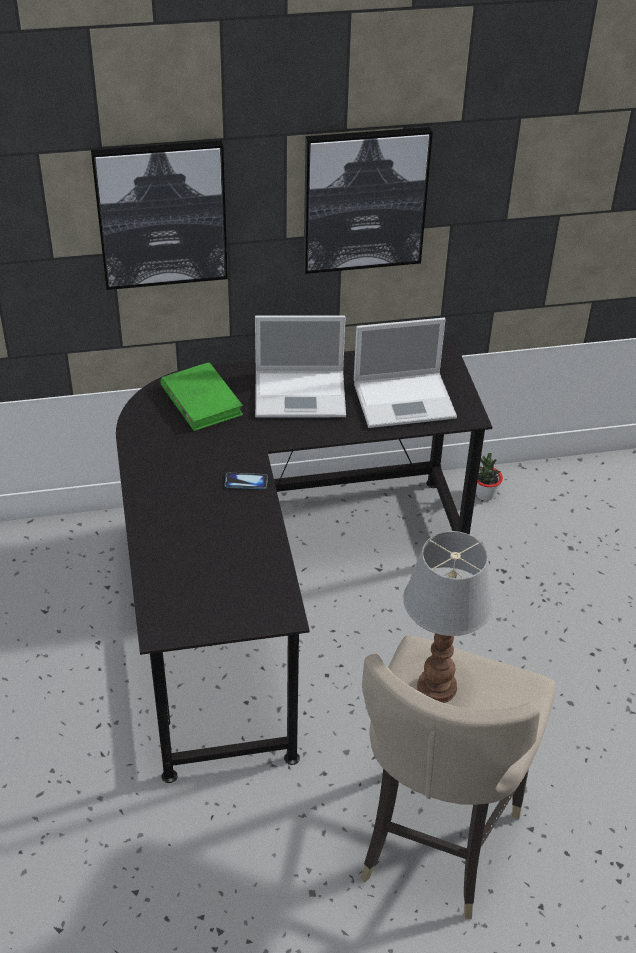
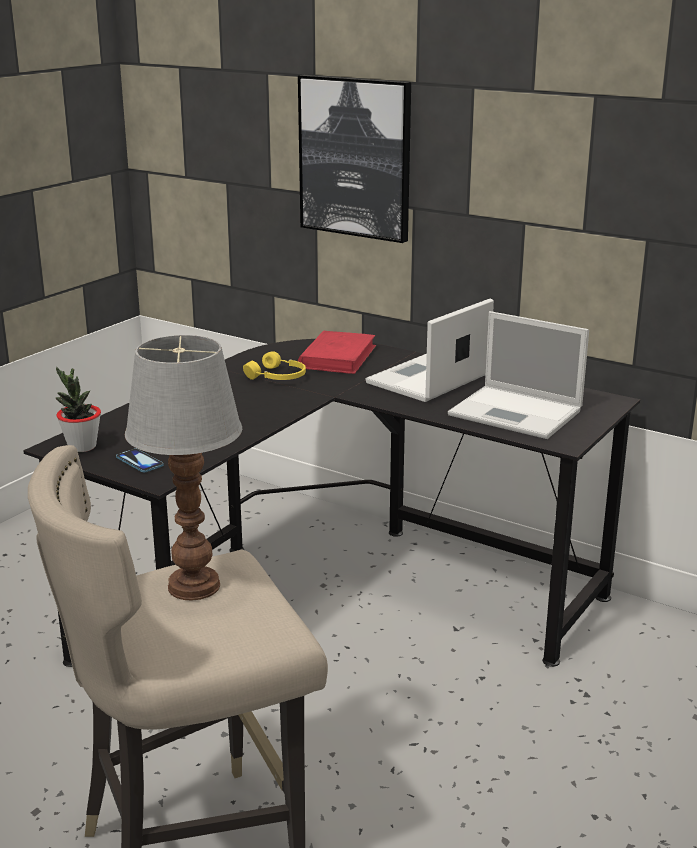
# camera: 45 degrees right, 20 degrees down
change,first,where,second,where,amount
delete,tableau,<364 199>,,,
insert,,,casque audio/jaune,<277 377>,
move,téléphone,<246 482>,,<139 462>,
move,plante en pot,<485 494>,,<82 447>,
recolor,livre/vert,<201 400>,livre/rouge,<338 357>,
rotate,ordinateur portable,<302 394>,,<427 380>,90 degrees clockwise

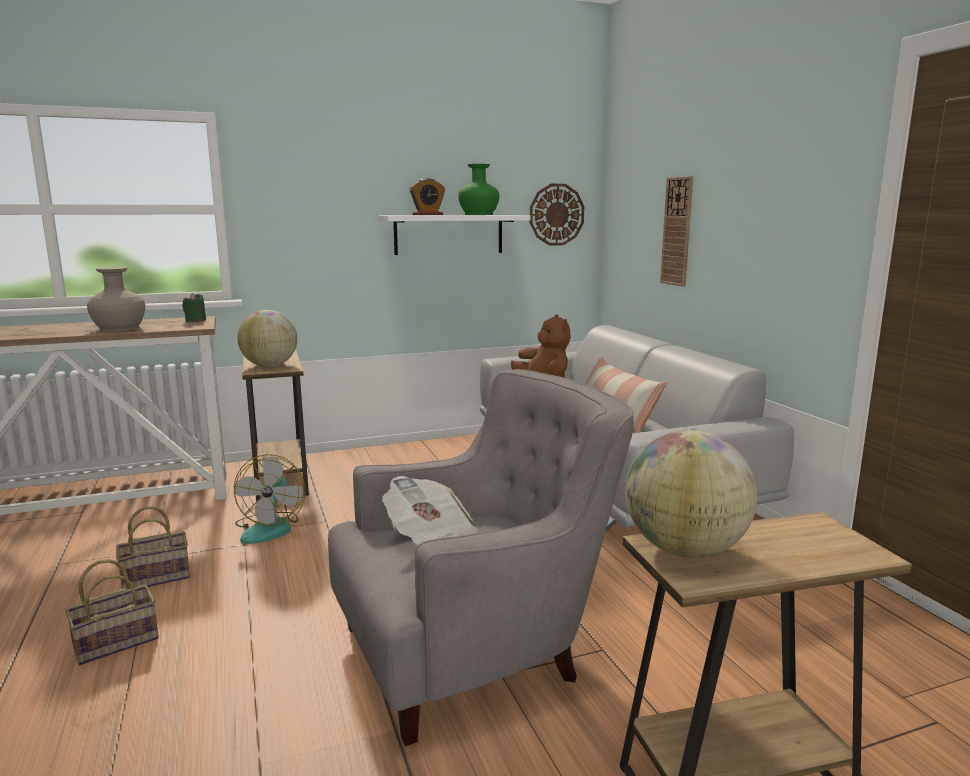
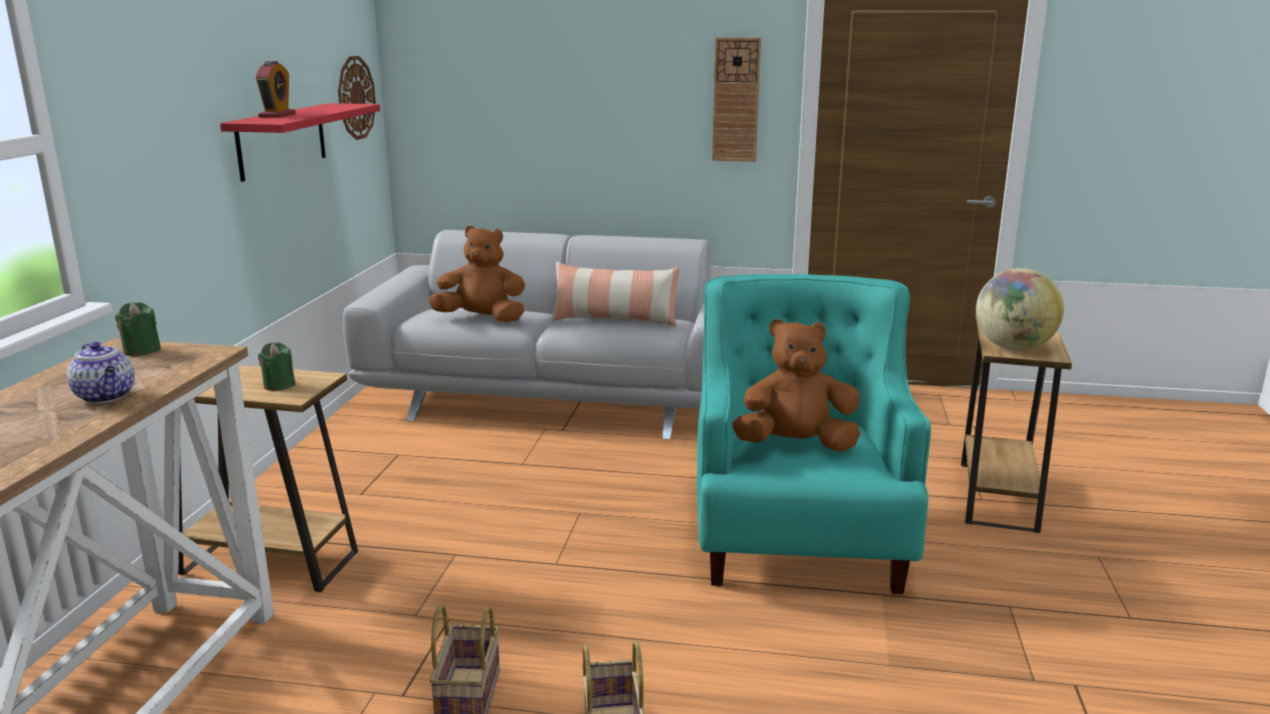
# camera: 60 degrees left, 5 degrees up
change,first,where,second,where,amount
delete,ventilateur,<271 528>,,,
delete,vase/vert,<478 214>,,,
move,horloge murale,<677 231>,,<736 100>,
replace,vase/beige,<119 329>,théière,<106 396>,
replace,globe,<270 366>,bougie/vert,<279 385>,
replace,journal,<431 539>,peluche/marron,<795 445>,
recolor,fauteuil/gris,<477 649>,fauteuil/turquoise,<798 534>,
recolor,étagère/blanc,<449 234>,étagère/rouge,<282 140>,

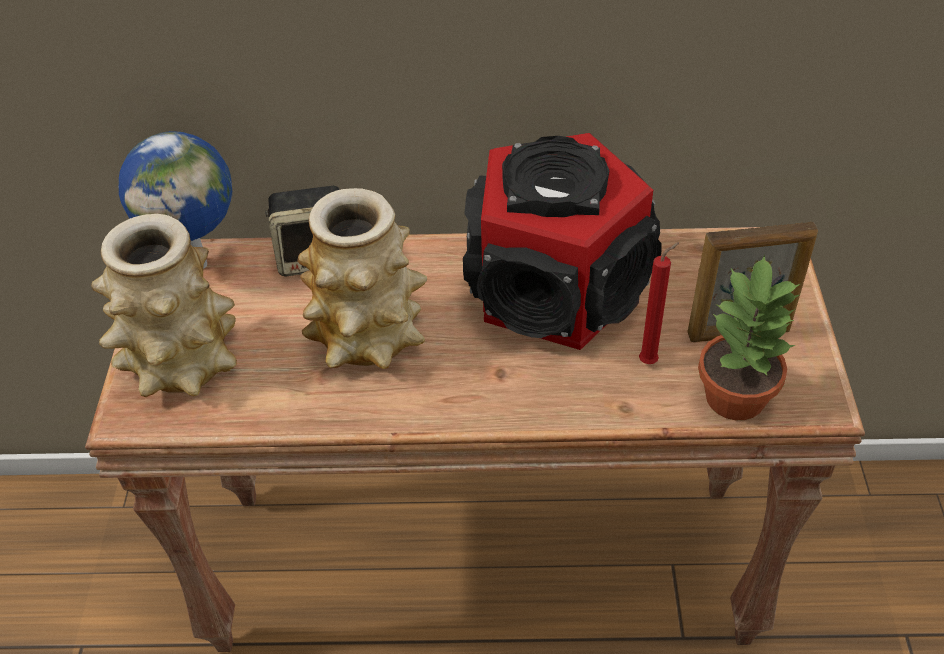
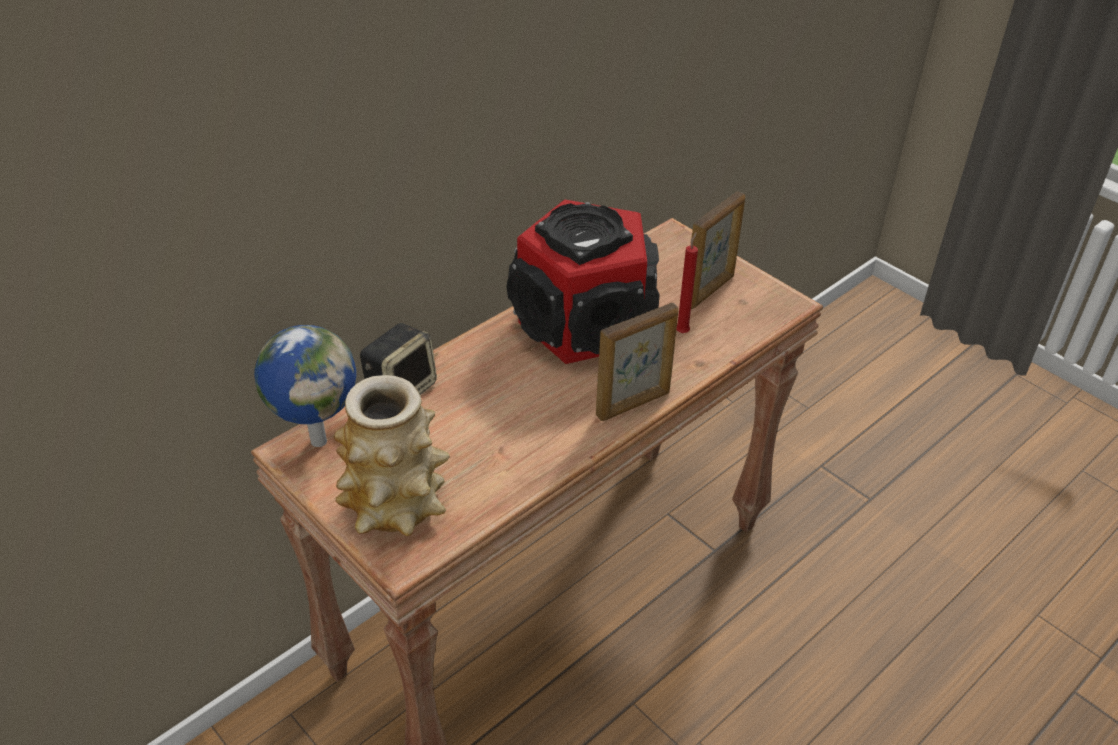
# camera: 45 degrees left, 5 degrees down
change,first,where,second,where,amount
delete,vase,<368 337>,,,
delete,plante en pot,<736 396>,,,
insert,,,cadre photo,<634 404>,

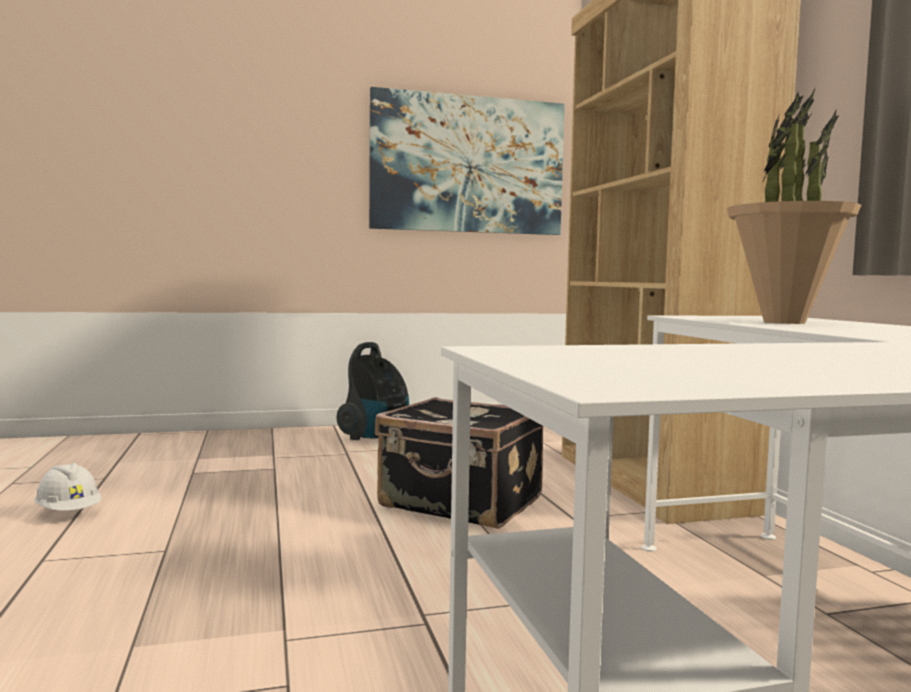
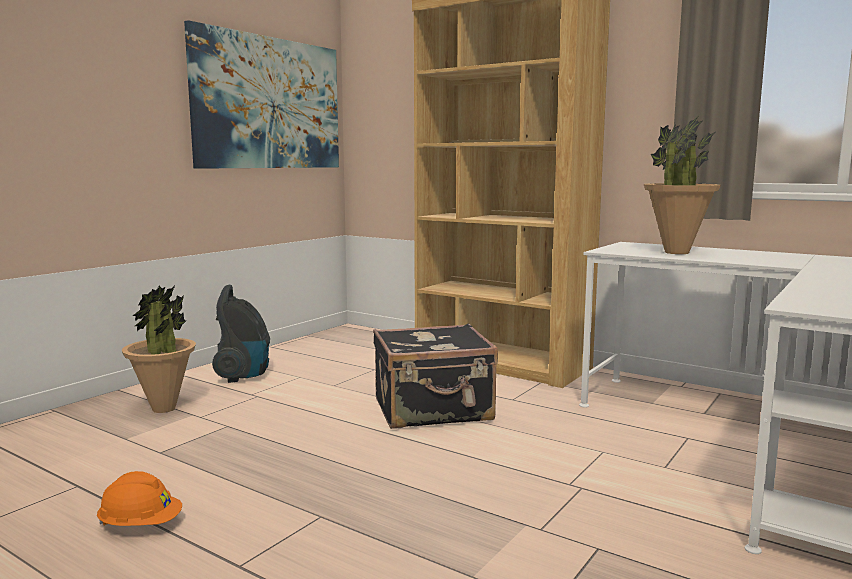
# camera: 40 degrees left, 5 degrees up
change,first,where,second,where,amount
insert,,,plante en pot,<164 408>,
recolor,casque de chantier/blanc,<69 513>,casque de chantier/orange,<141 525>,

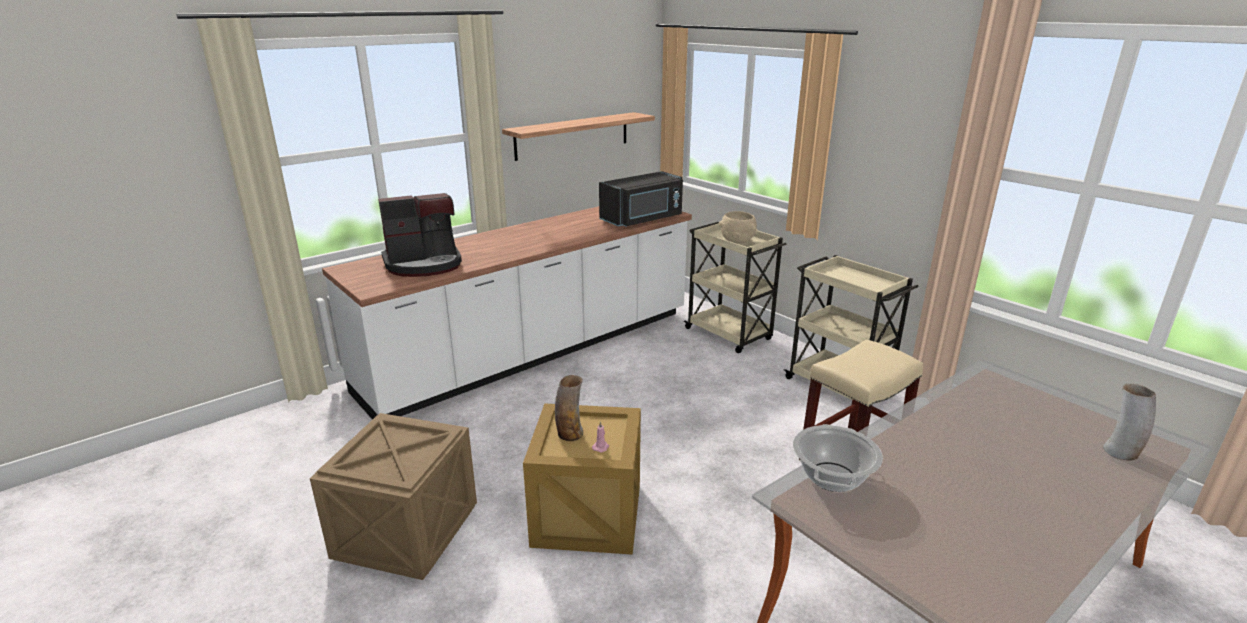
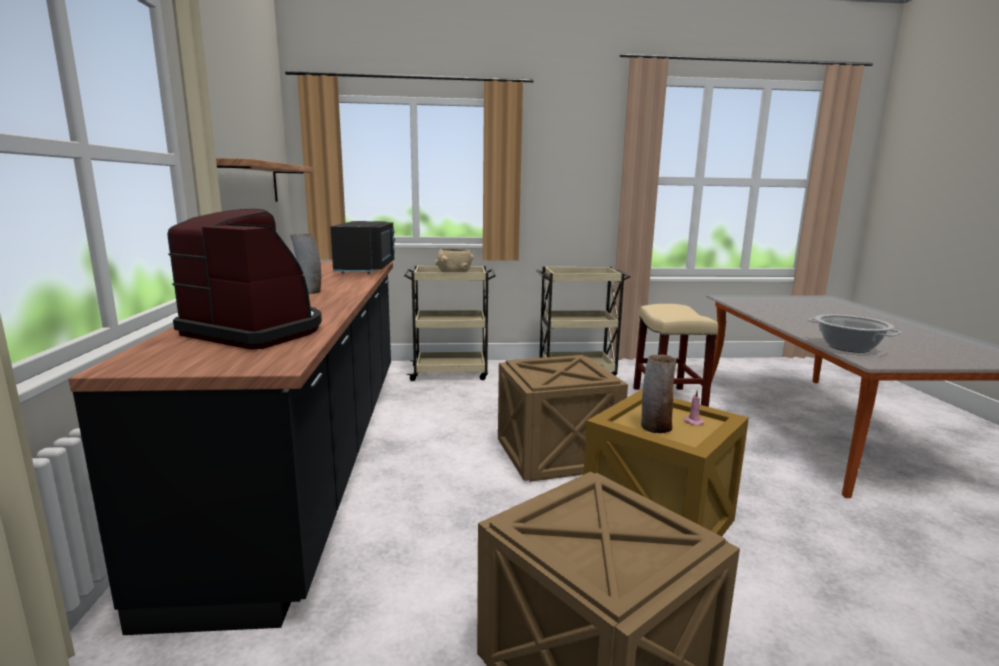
# camera: 55 degrees left, 10 degrees down
change,first,where,second,where,amount
insert,,,caisse,<557 455>,
move,vase,<1121 452>,,<308 292>,
recolor,comptoir de cuisine/blanc,<534 351>,comptoir de cuisine/noir,<315 452>,
rotate,machine à café,<424 264>,,<256 331>,75 degrees counterclockwise

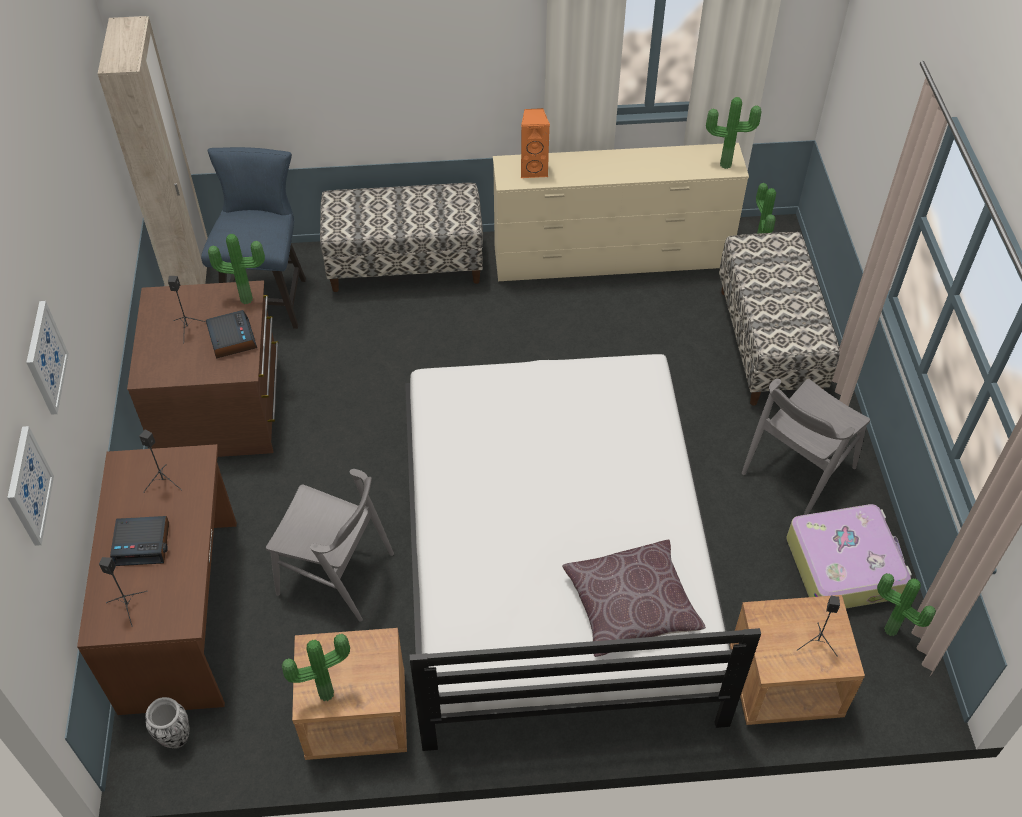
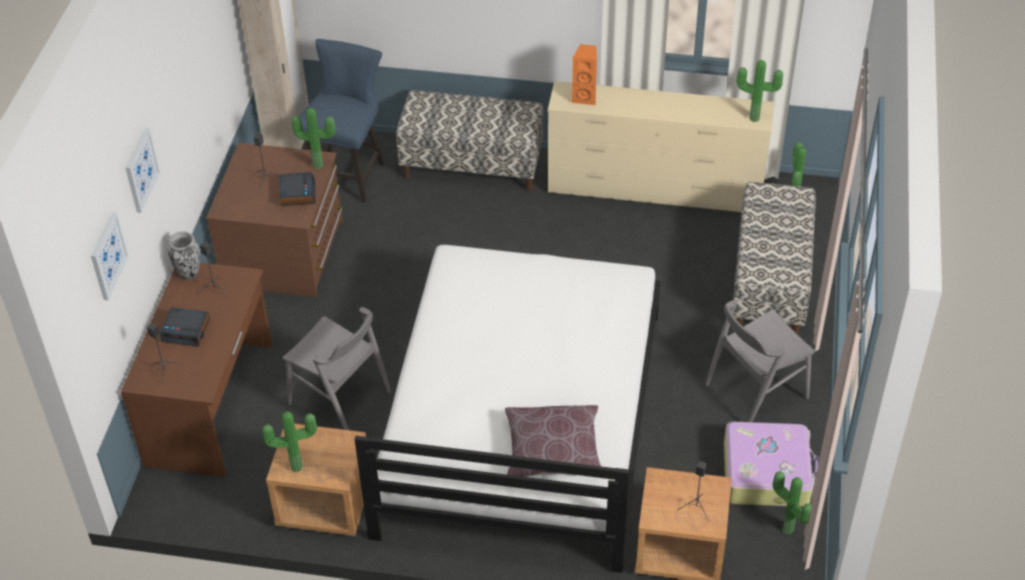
# camera: 15 degrees right, 5 degrees down
change,first,where,second,where,amount
move,vase,<175 738>,,<188 273>,

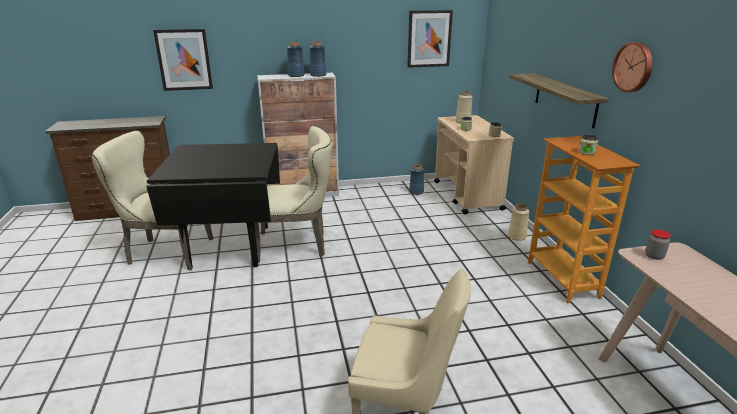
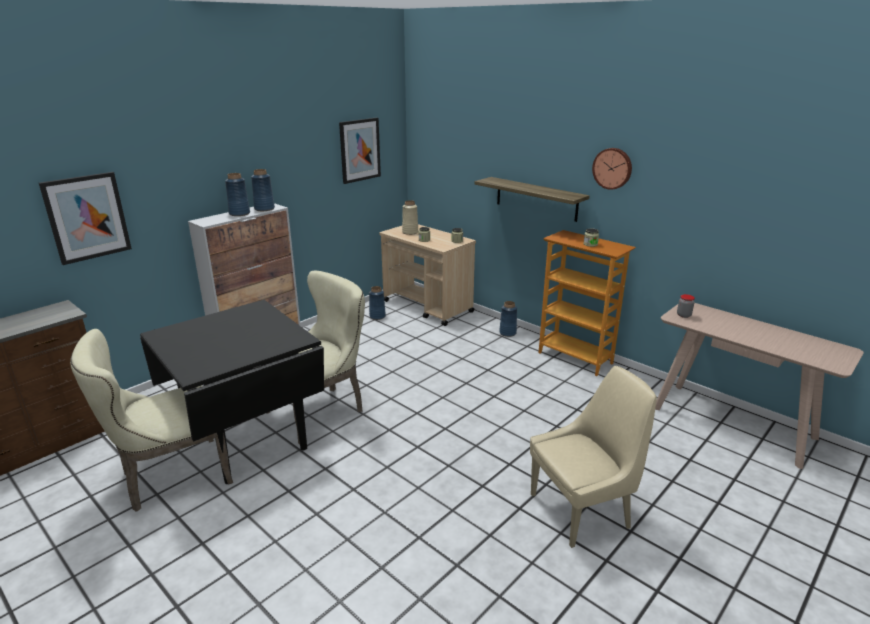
# camera: 35 degrees left, 0 degrees up
change,first,where,second,where,amount
recolor,vase/beige,<517 236>,vase/bleu,<508 333>,

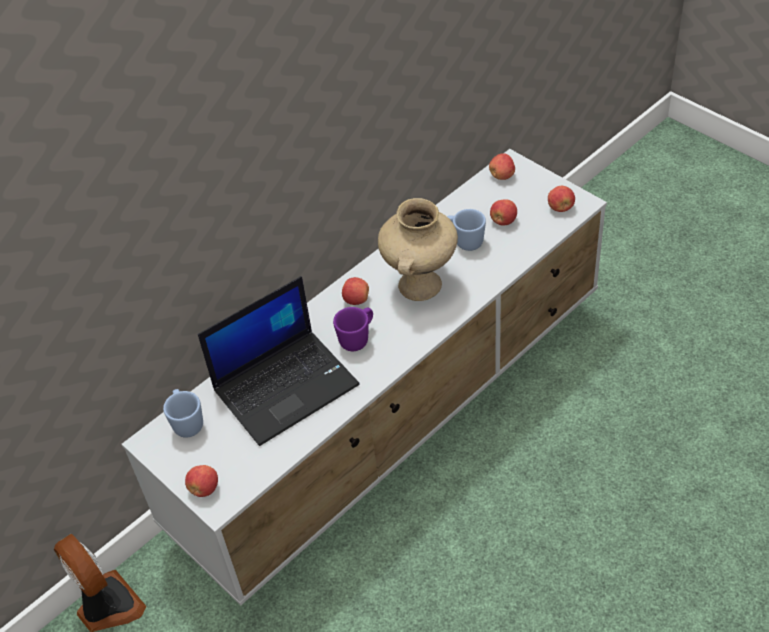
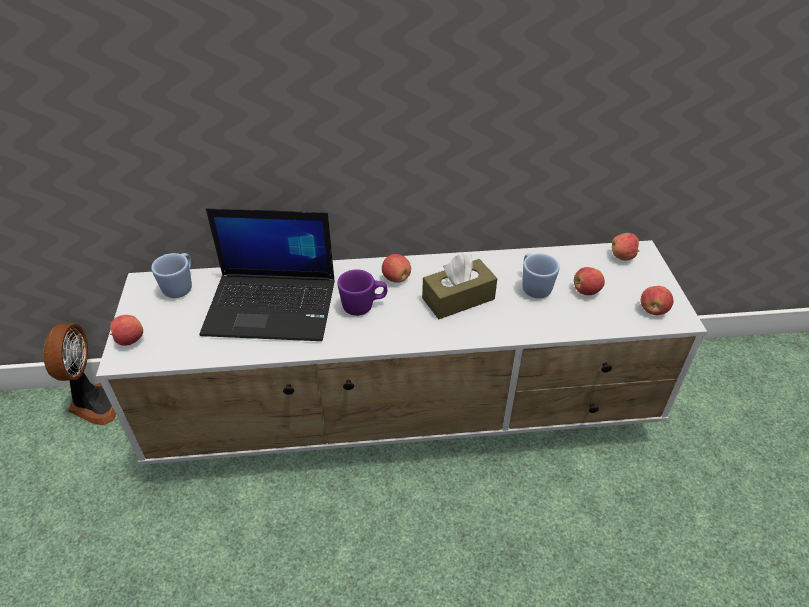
# camera: 35 degrees right, 5 degrees down
change,first,where,second,where,amount
replace,vase/beige,<421 286>,boîte à mouchoirs/marron,<458 299>,

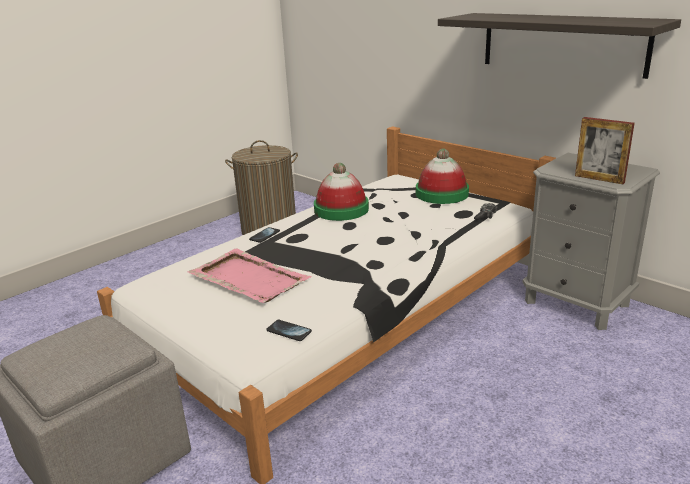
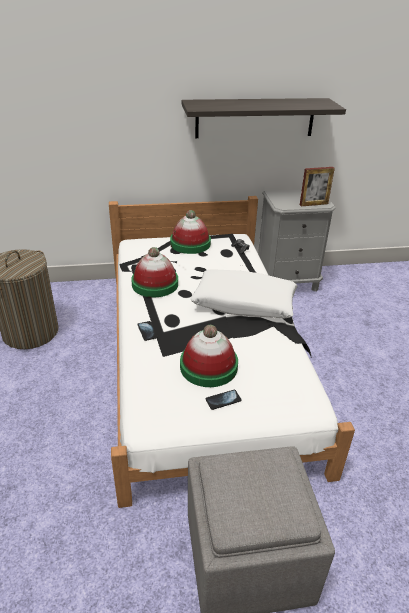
# camera: 55 degrees left, 10 degrees up
change,first,where,second,where,amount
insert,,,coussin/blanc,<244 303>,
move,téléphone,<289 331>,,<223 400>,
replace,plateau/rose,<248 278>,chapeau,<208 366>,

